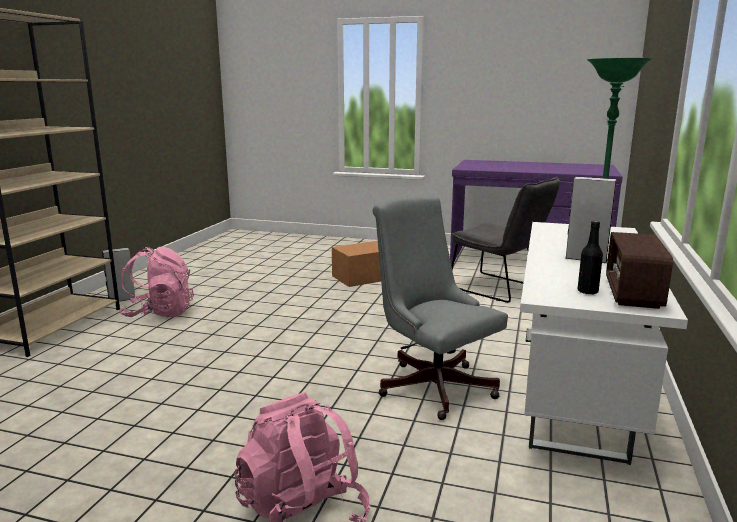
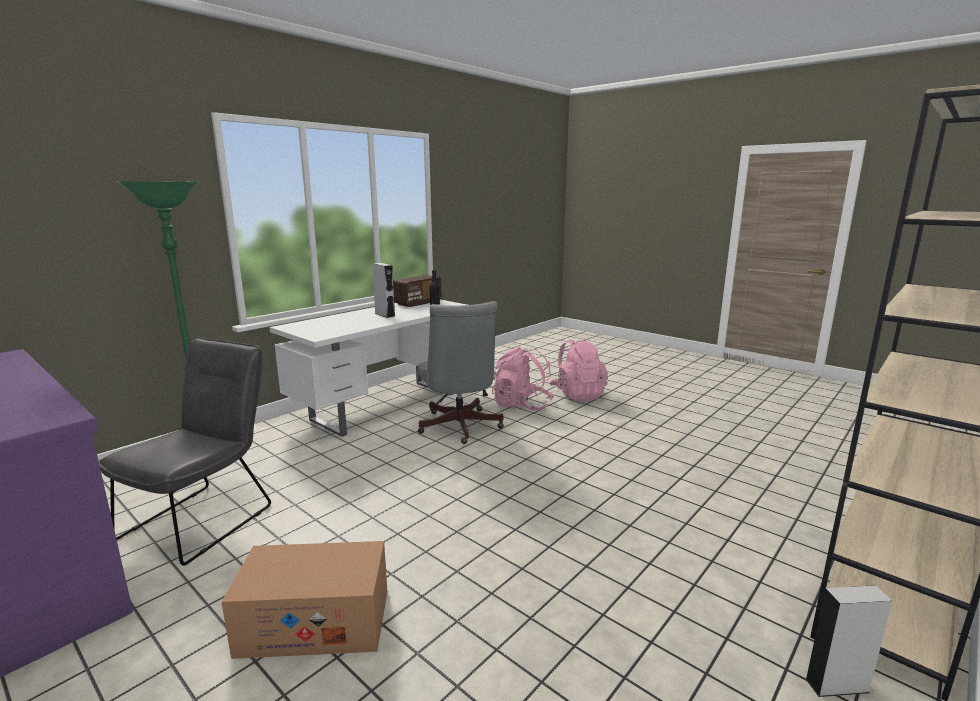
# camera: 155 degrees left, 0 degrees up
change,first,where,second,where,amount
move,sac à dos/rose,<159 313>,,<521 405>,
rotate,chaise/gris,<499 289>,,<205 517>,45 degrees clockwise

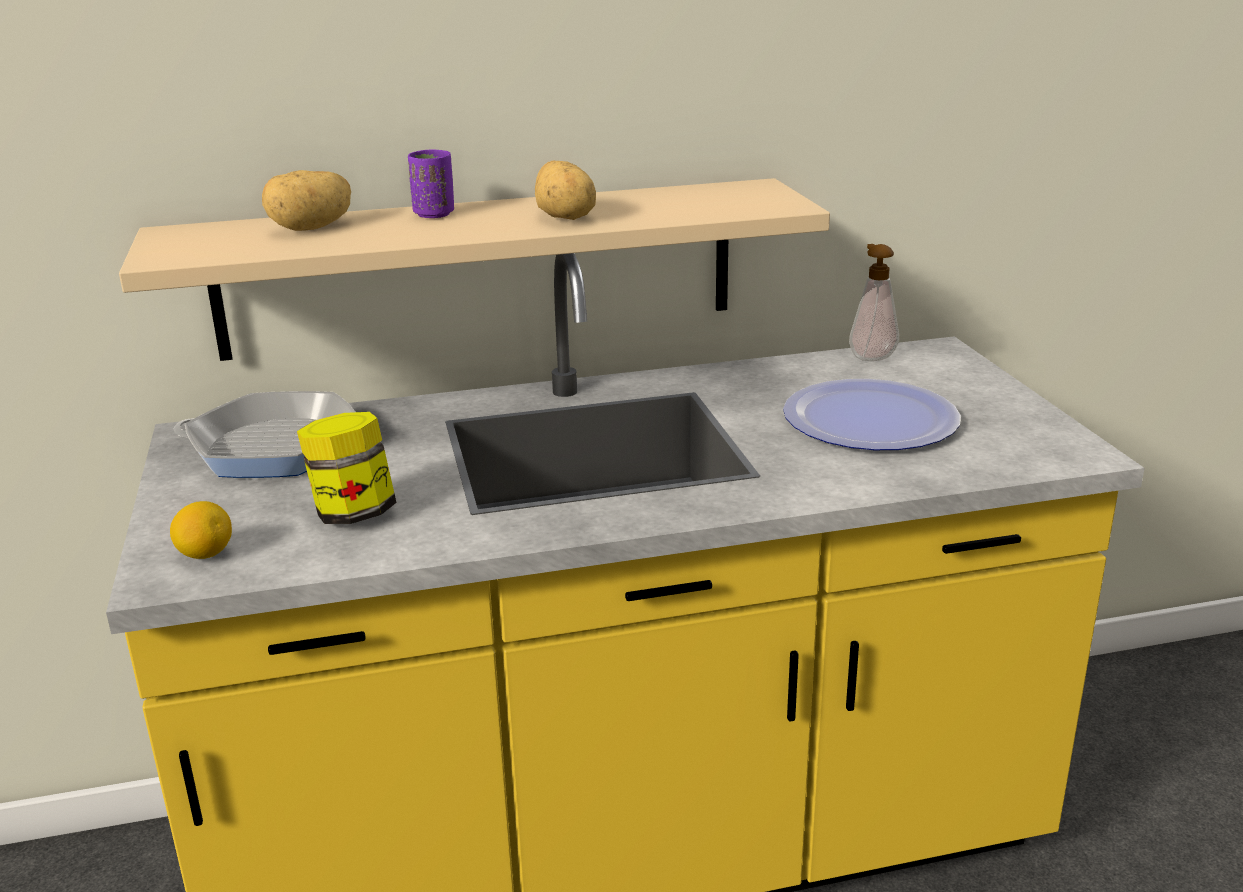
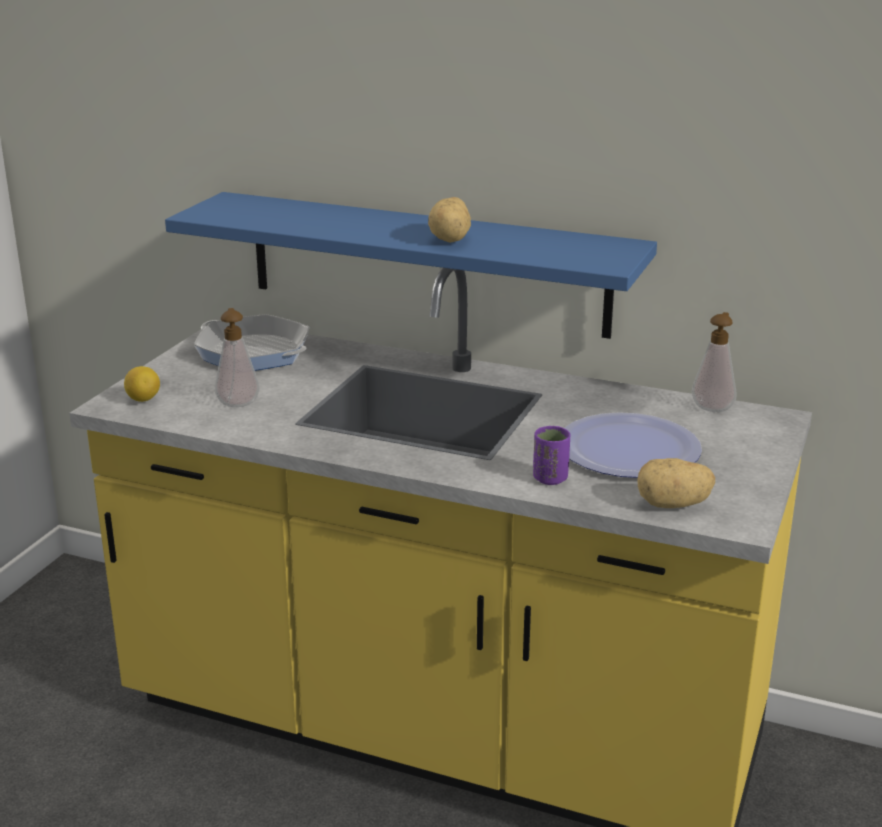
# camera: 35 degrees right, 0 degrees up
change,first,where,second,where,amount
move,pomme de terre,<311 228>,,<673 505>,
move,tasse/violet,<434 214>,,<550 478>,
replace,bocal,<353 514>,distributeur de savon,<238 403>,
recolor,étagère/beige,<479 268>,étagère/bleu,<426 263>,

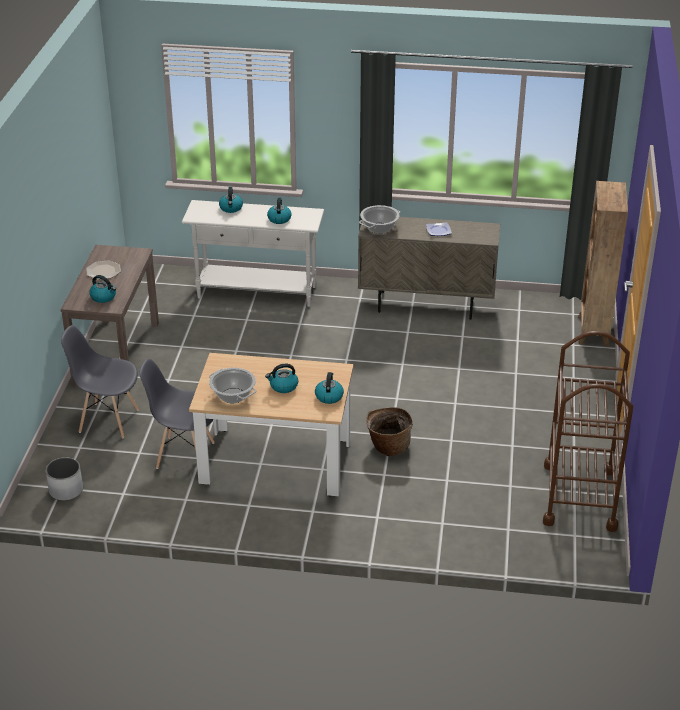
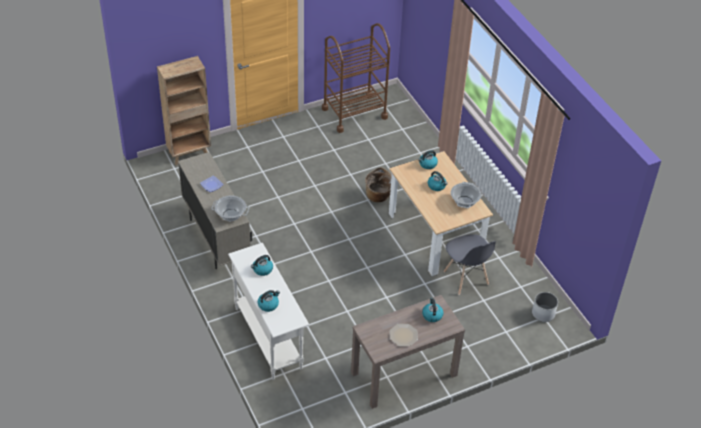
# camera: 125 degrees left, 10 degrees up
change,first,where,second,where,amount
delete,chaise/gris,<108 420>,,,

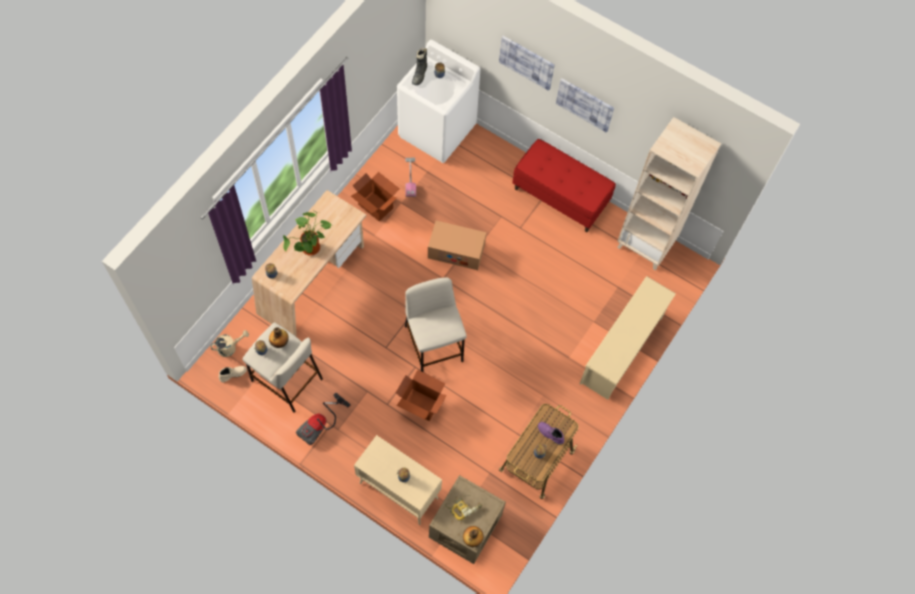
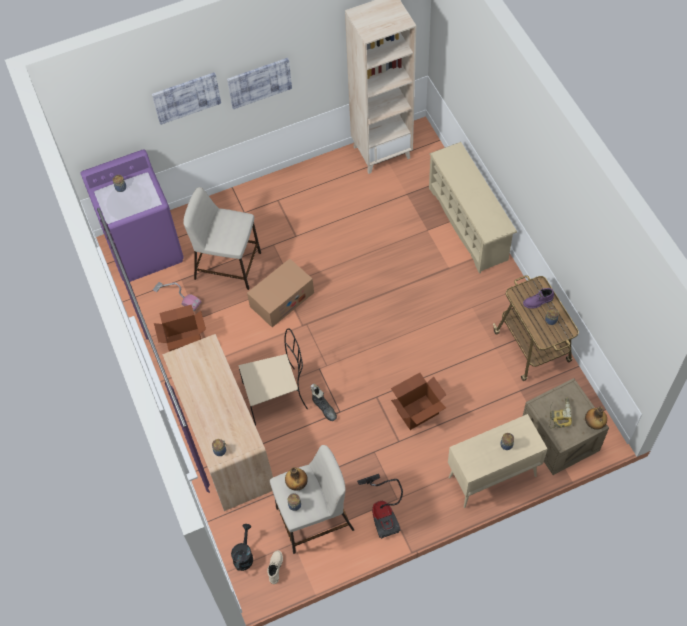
# camera: 50 degrees left, 5 degrees down
change,first,where,second,where,amount
delete,plante en pot,<311 250>,,,
delete,banc/rouge,<560 197>,,,
insert,,,chaise/beige,<276 395>,
move,tabouret/beige,<434 344>,,<228 265>,
move,botte/noir,<420 74>,,<324 408>,
recolor,arrosoir/beige,<230 347>,arrosoir/noir,<244 555>,
recolor,lave-linge/blanc,<437 131>,lave-linge/violet,<145 248>,

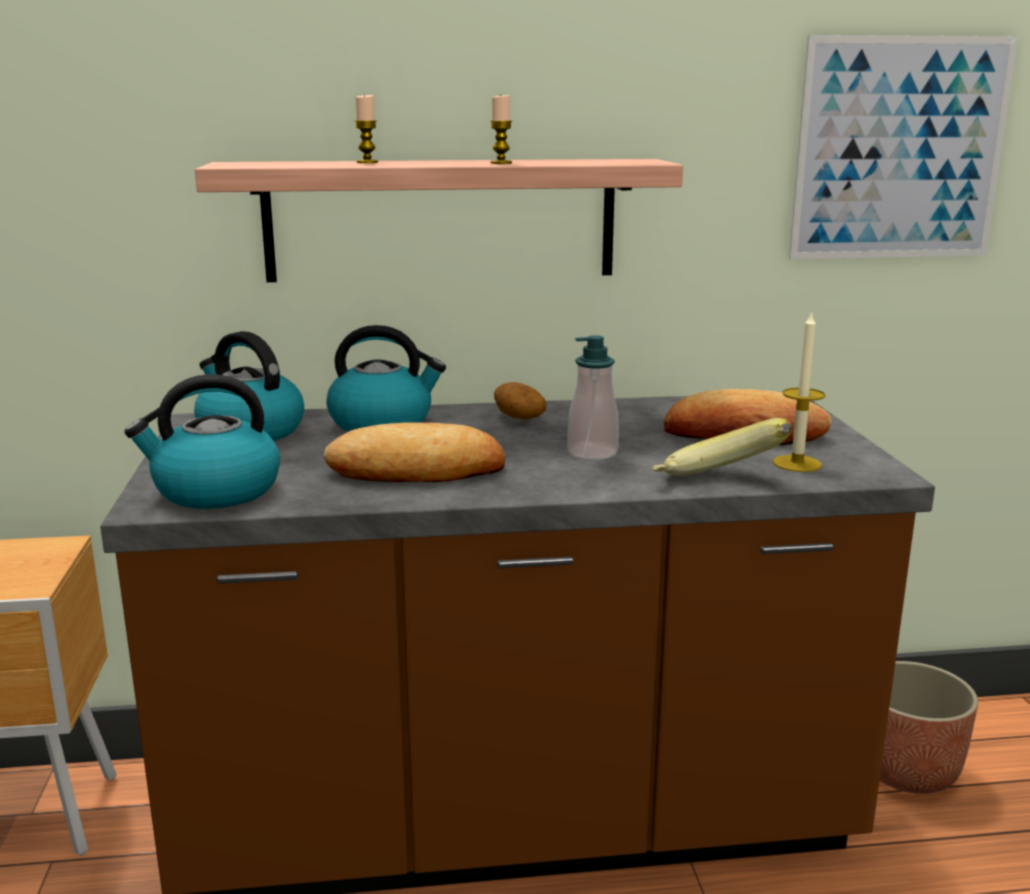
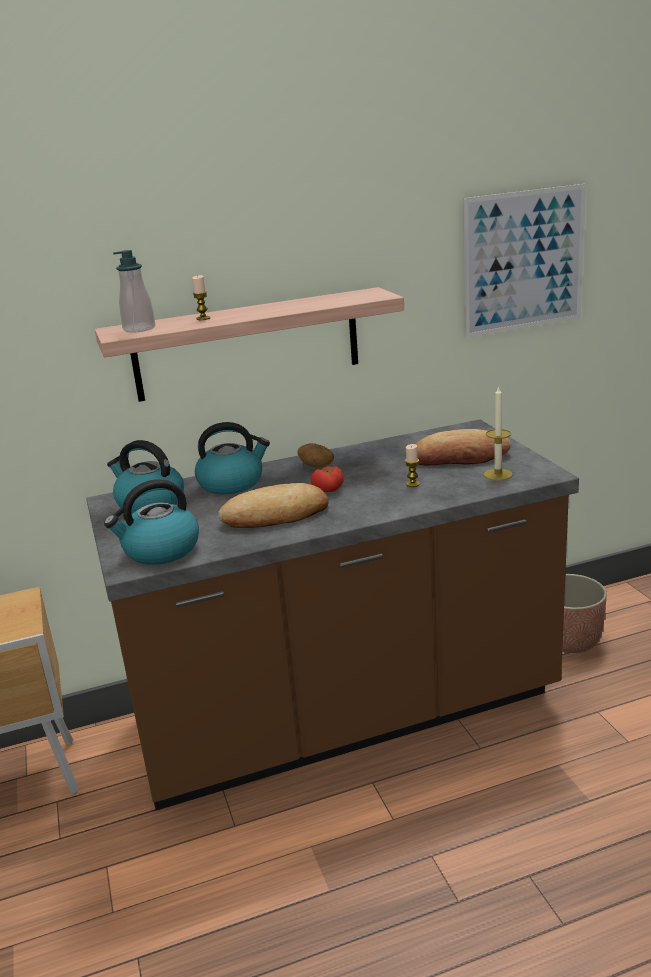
# camera: 10 degrees left, 5 degrees up
change,first,where,second,where,amount
delete,banane,<717 483>,,,
insert,,,tomate,<329 490>,
move,bougie,<501 163>,,<412 484>,
move,distributeur de savon,<592 453>,,<139 329>,

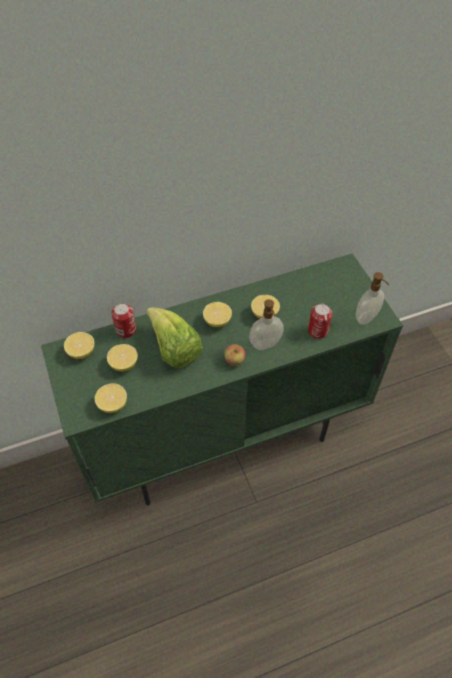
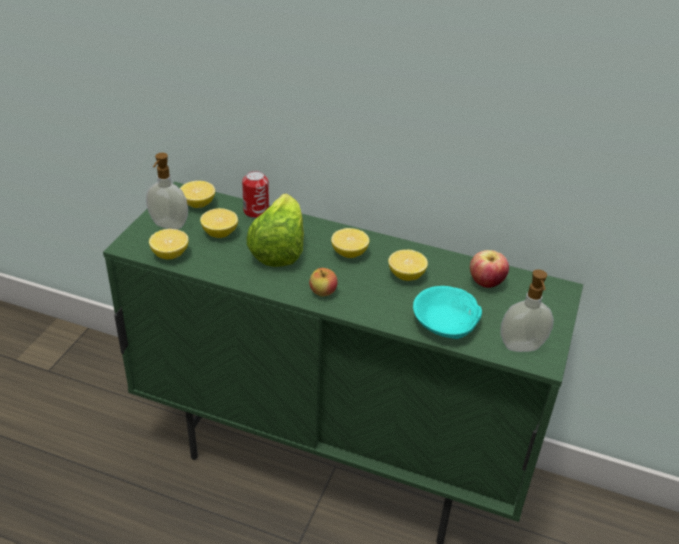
# camera: 40 degrees right, 15 degrees down
change,first,where,second,where,amount
insert,,,pomme,<486 283>,
move,distributeur de savon,<265 345>,,<168 225>,
replace,boîte métallique,<318 331>,bol/turquoise,<446 323>,

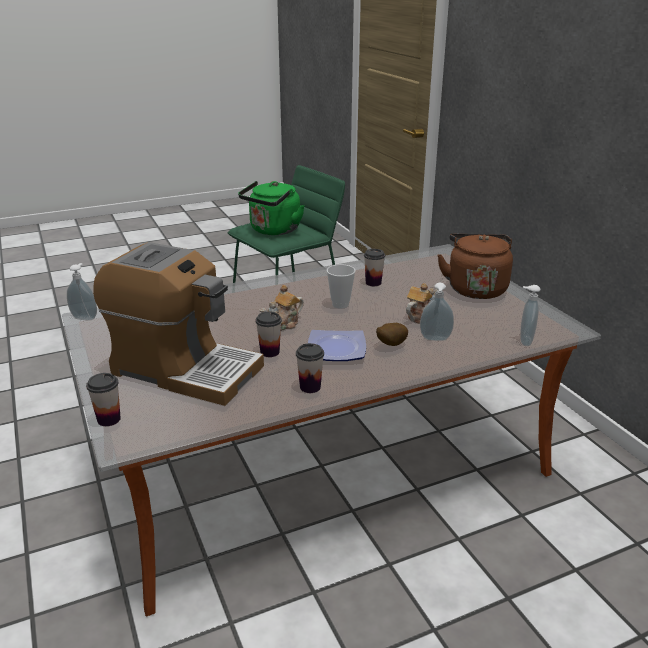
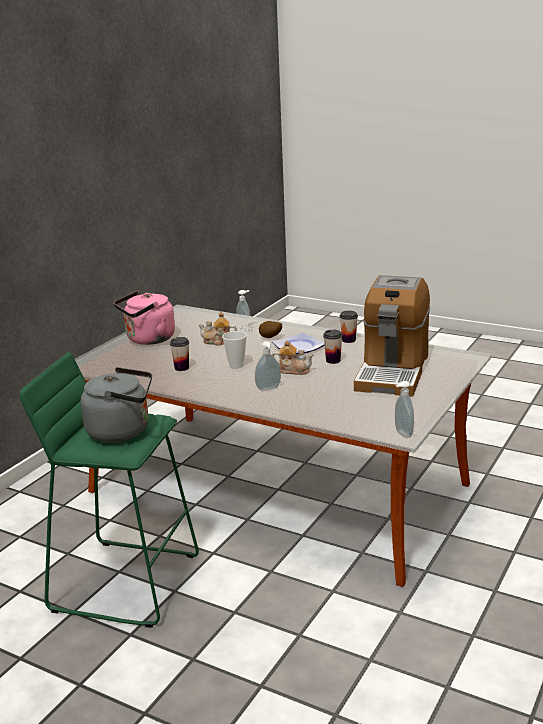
# camera: 125 degrees left, 5 degrees down
change,first,where,second,where,amount
delete,tasse,<109 419>,,,
move,distributeur de savon,<524 341>,,<269 389>,
recolor,bouilloire/vert,<273 231>,bouilloire/gris,<123 431>,
recolor,bouilloire/marron,<475 288>,bouilloire/rose,<148 340>,
rotate,machine à café,<184 369>,,<392 372>,150 degrees counterclockwise

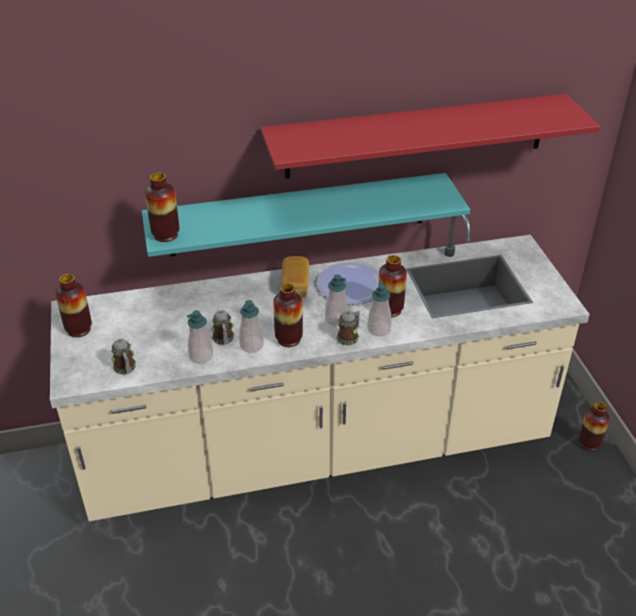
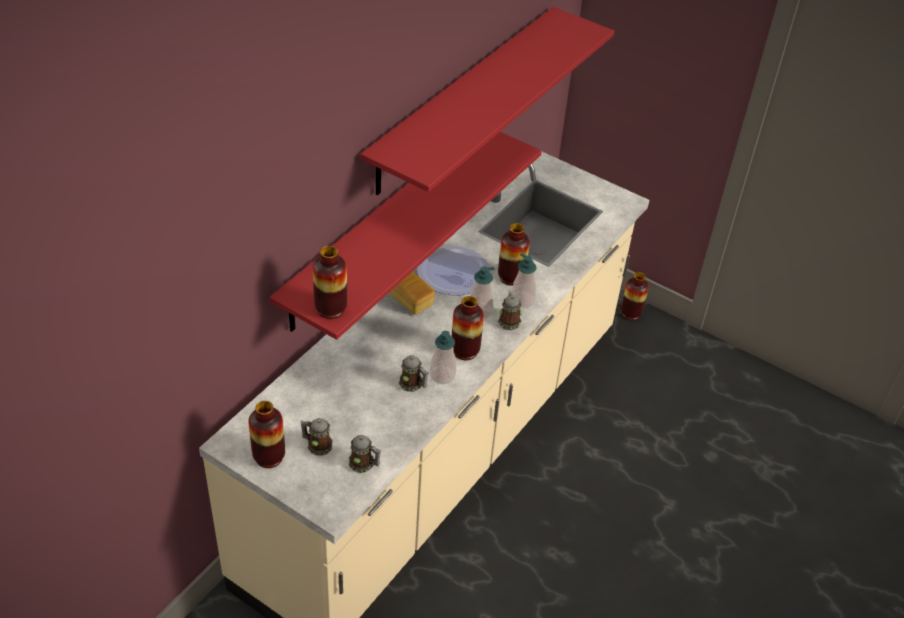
# camera: 45 degrees left, 5 degrees up
change,first,where,second,where,amount
delete,distributeur de savon,<201 356>,,,
insert,,,mug,<317 445>,
recolor,étagère/turquoise,<299 215>,étagère/rouge,<384 226>,

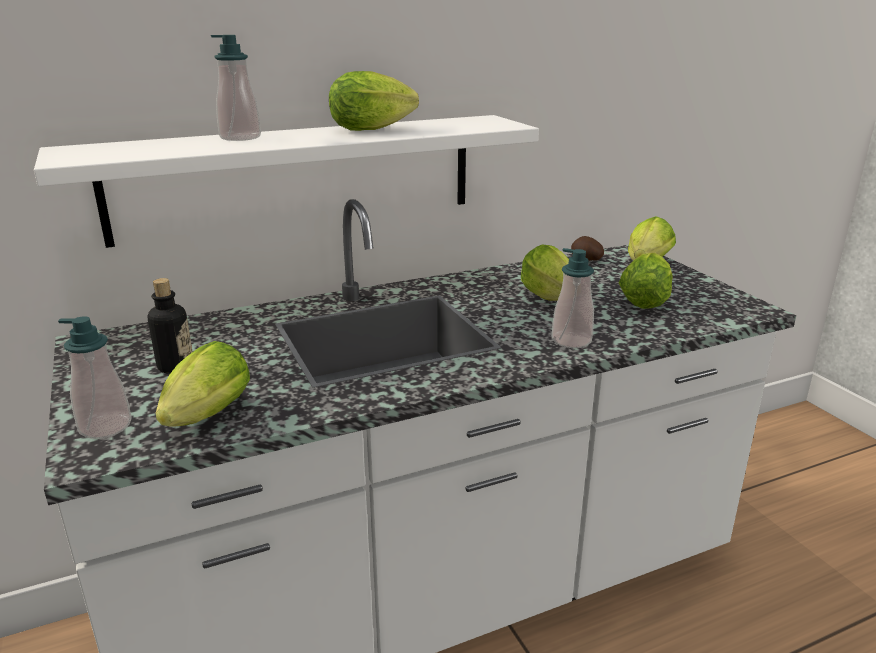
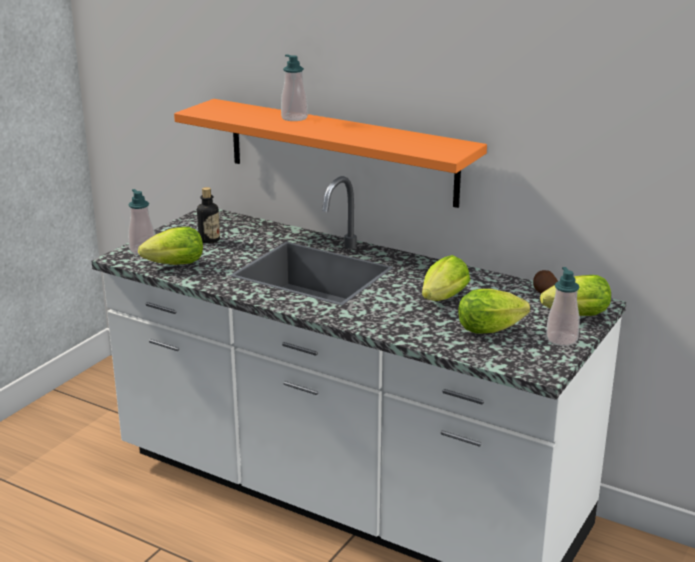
# camera: 55 degrees right, 0 degrees up
change,first,where,second,where,amount
delete,laitue,<376 129>,,,
move,distributeur de savon,<571 340>,,<561 339>,
recolor,étagère/blanc,<297 177>,étagère/orange,<340 151>,

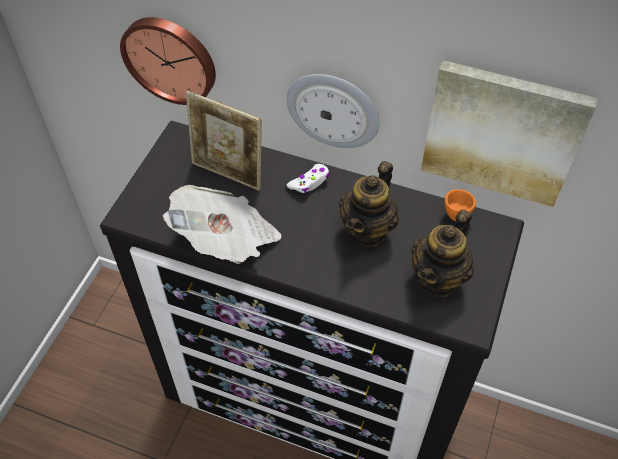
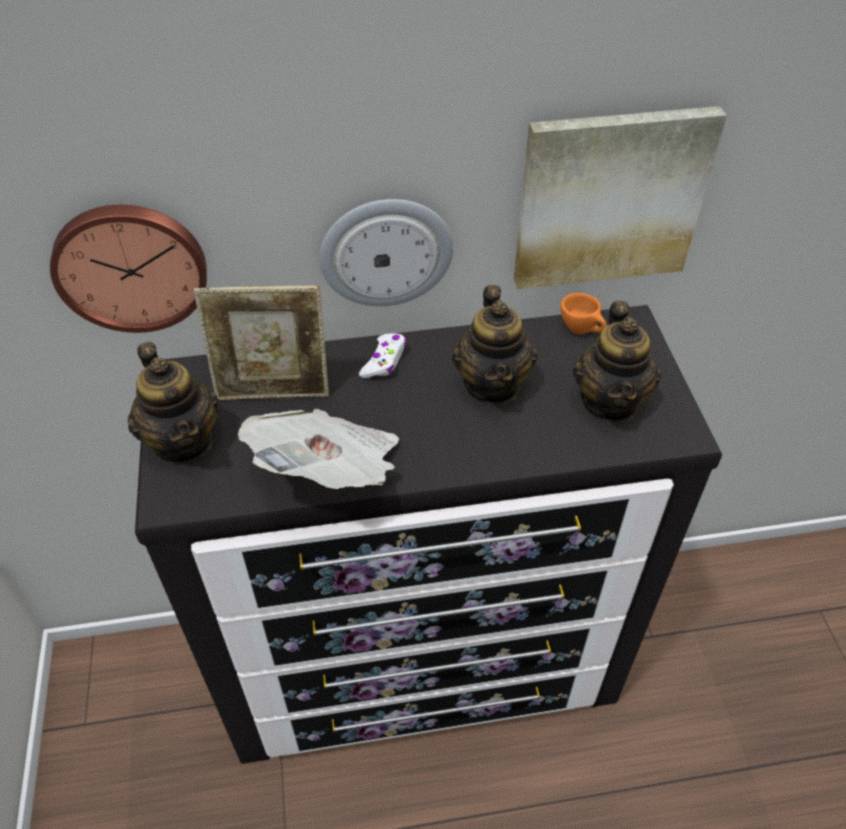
# camera: 30 degrees left, 5 degrees down
change,first,where,second,where,amount
insert,,,théière,<183 441>,

